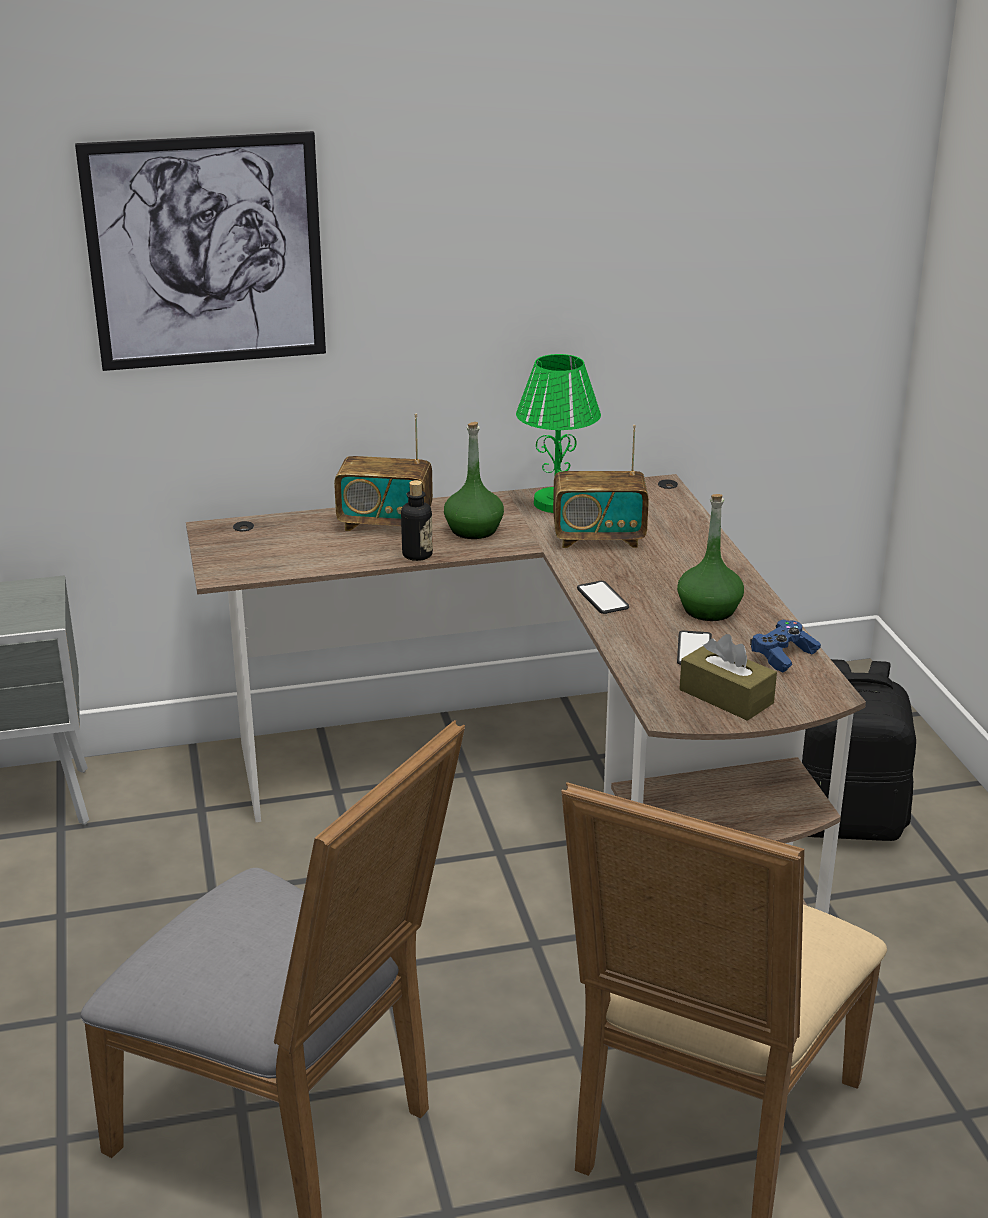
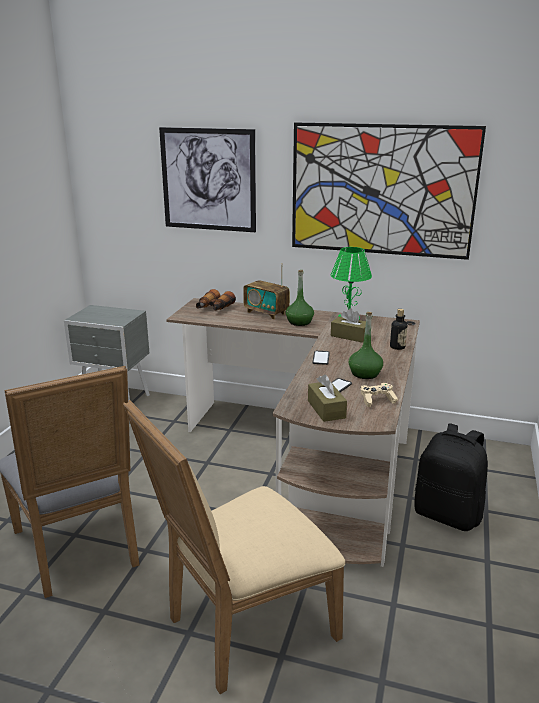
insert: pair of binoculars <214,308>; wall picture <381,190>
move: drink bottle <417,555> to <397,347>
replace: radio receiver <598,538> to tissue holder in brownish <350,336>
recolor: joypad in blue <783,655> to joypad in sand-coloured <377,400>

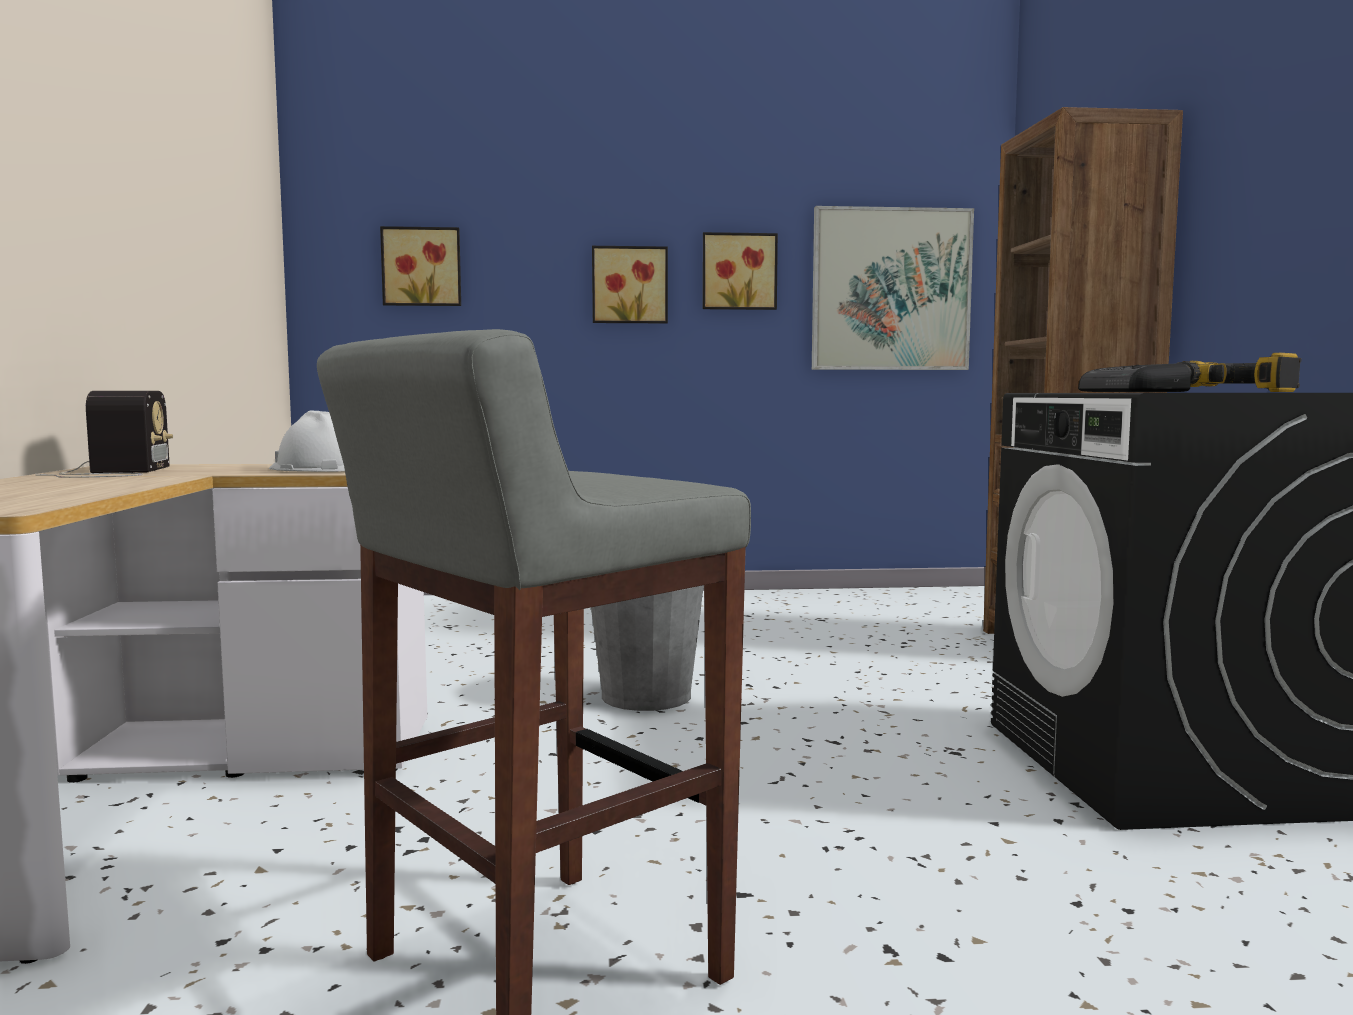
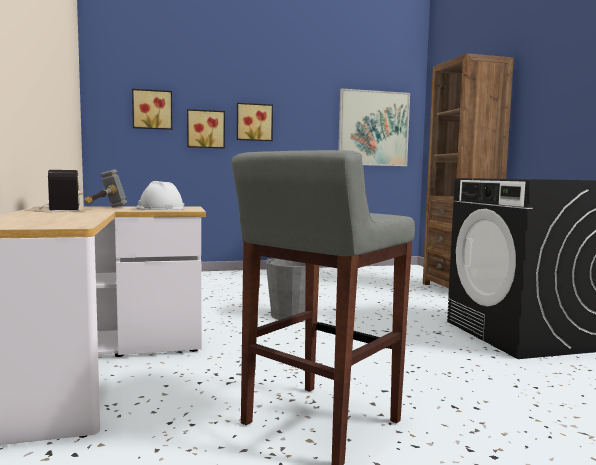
delete: radio receiver <1133,392>; electric drill <1229,392>
insert: hammer <105,209>
move: wall picture <739,272> to <205,129>

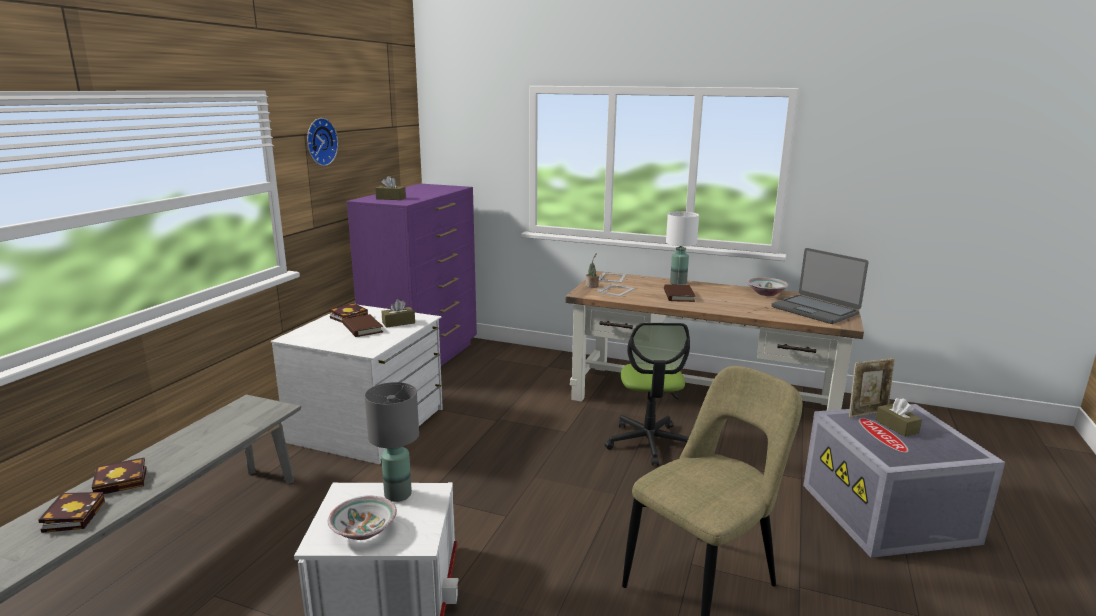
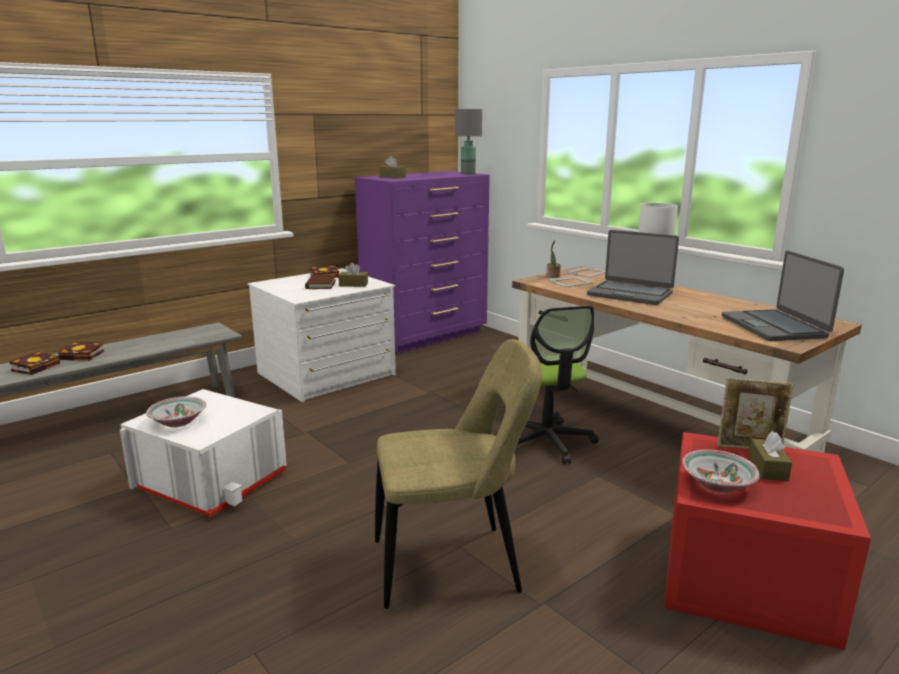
delete: hanging clock <319,141>
move: lamp for a table in grey <397,494> to <468,173>; serving bowl <766,293> to <717,485>
replace: volume in brownish <678,295> to portable computer <630,294>
recolor: storage box in grey <890,514> to storage box in reddish <749,579>
rotate: office chair <649,443> = <547,442> 45 degrees counterclockwise

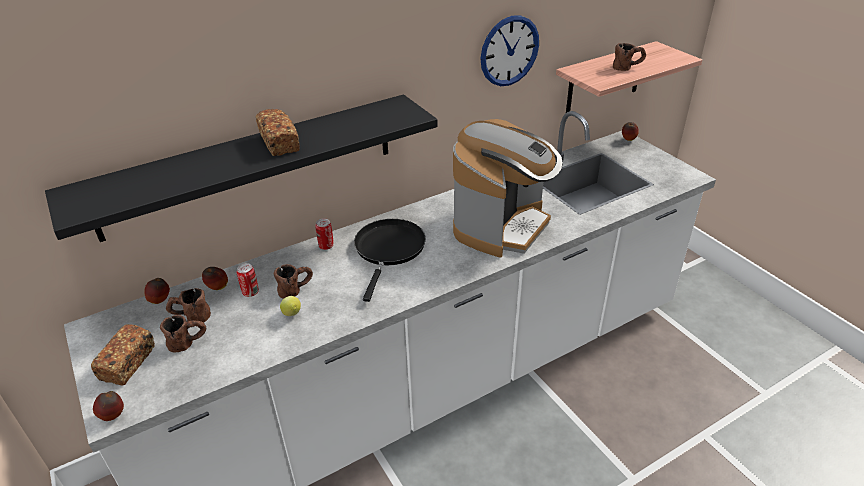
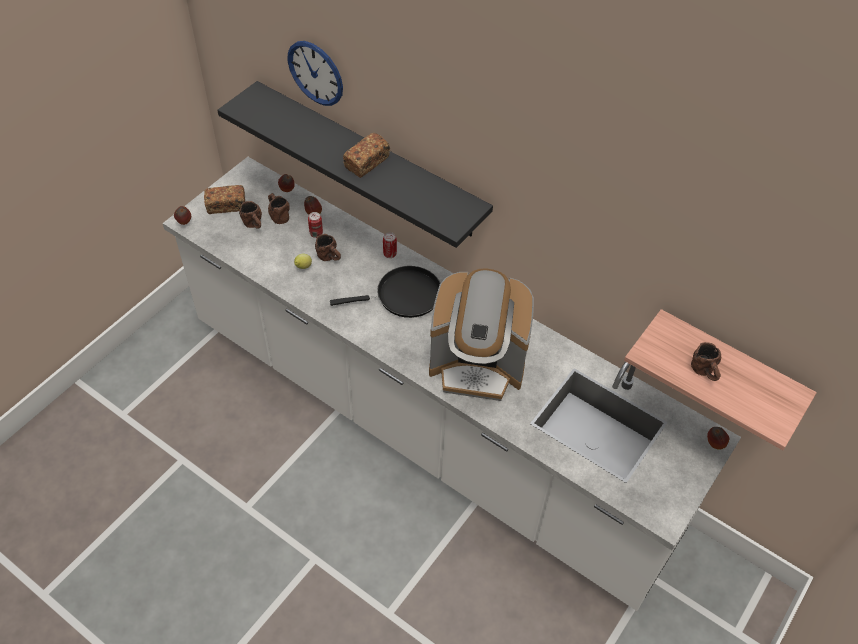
move: hanging clock <509,51> to <315,73>

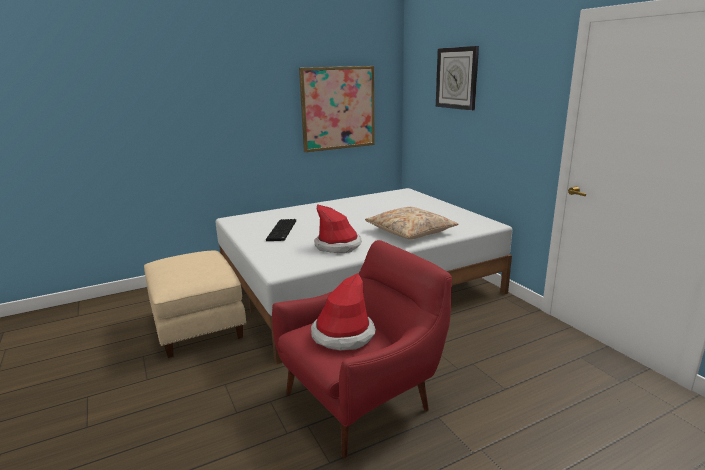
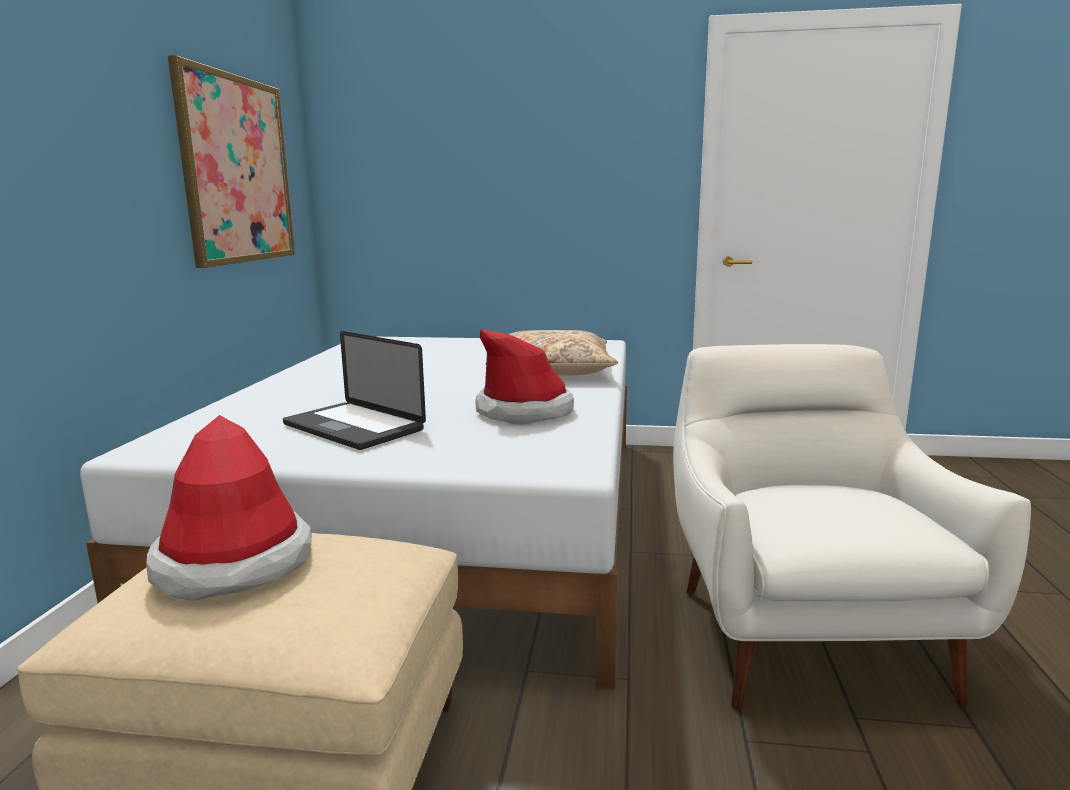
delete: hanging clock <457,78>
move: clothing hat <343,335> to <234,563>
replace: keyboard <282,231> to portable computer <353,427>
recolor: lounge chair in reddish <362,398> to lounge chair in white-coloured <803,633>

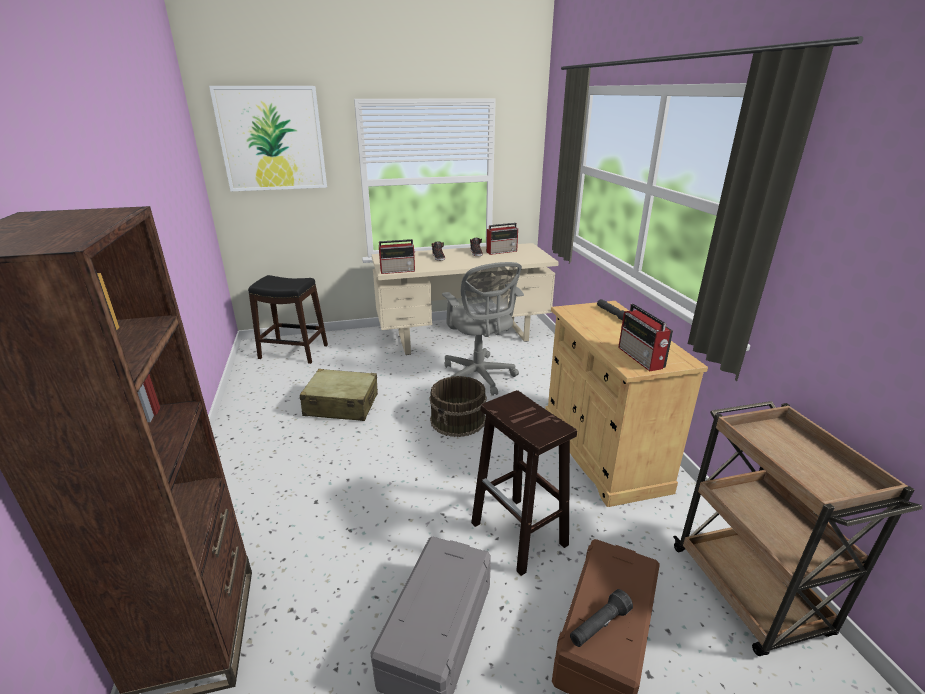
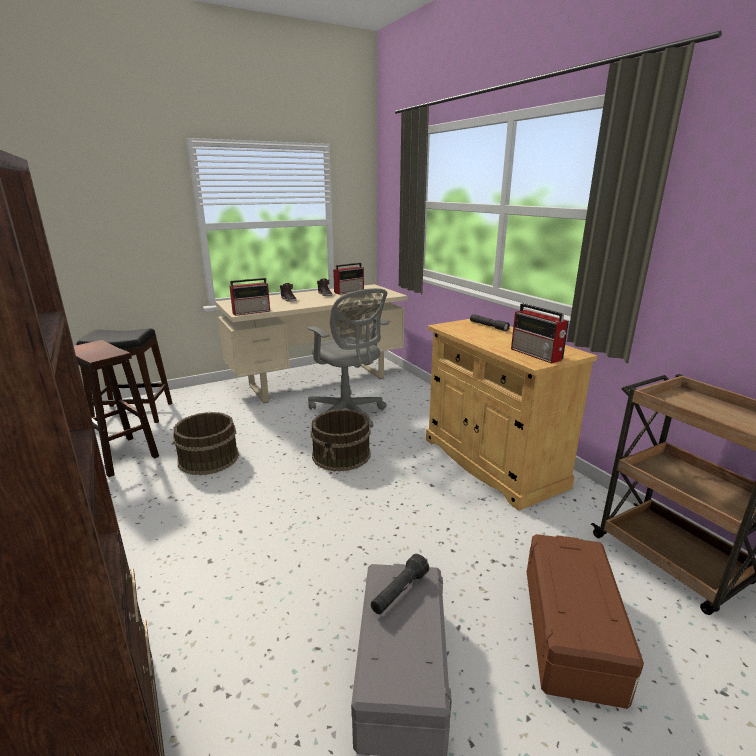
delete: wall picture <272,139>
move: stool seat in brownish <520,534> to <121,456>; flashlight in black <599,626> to <399,592>
replace: piece of luggage in sand-coloured <341,405> to bucket in brownish <208,458>

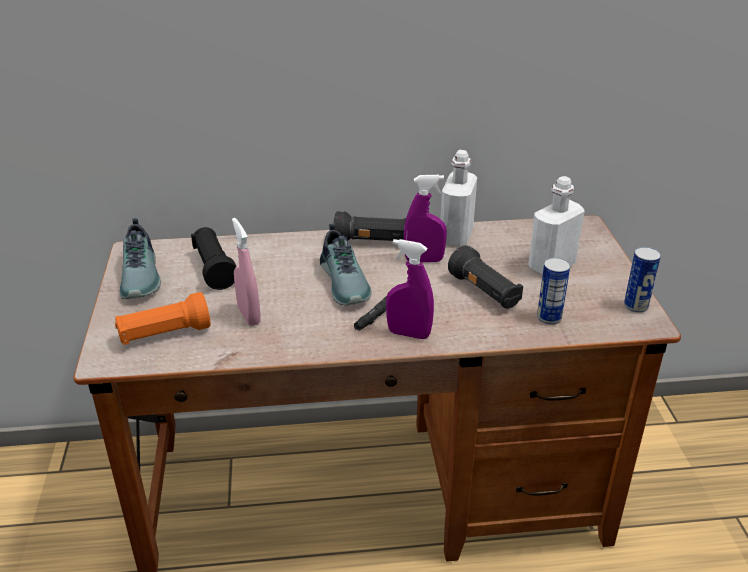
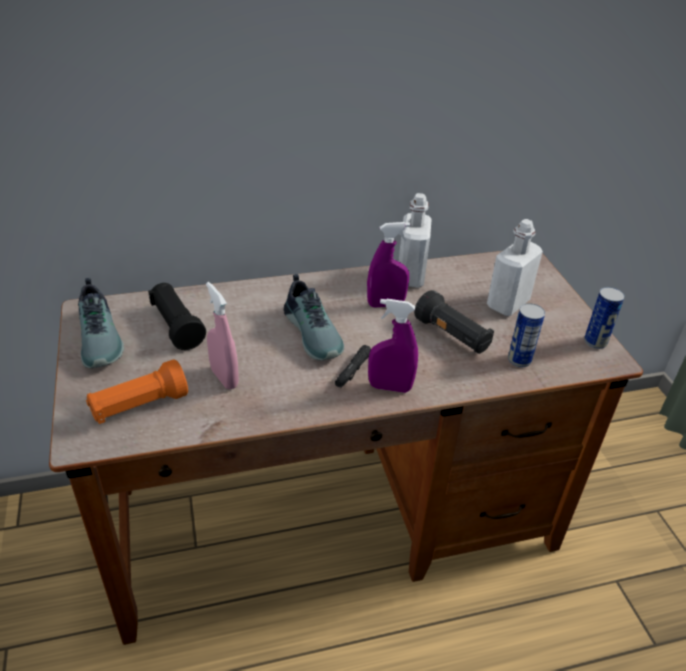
delete: flashlight in black <372,242>

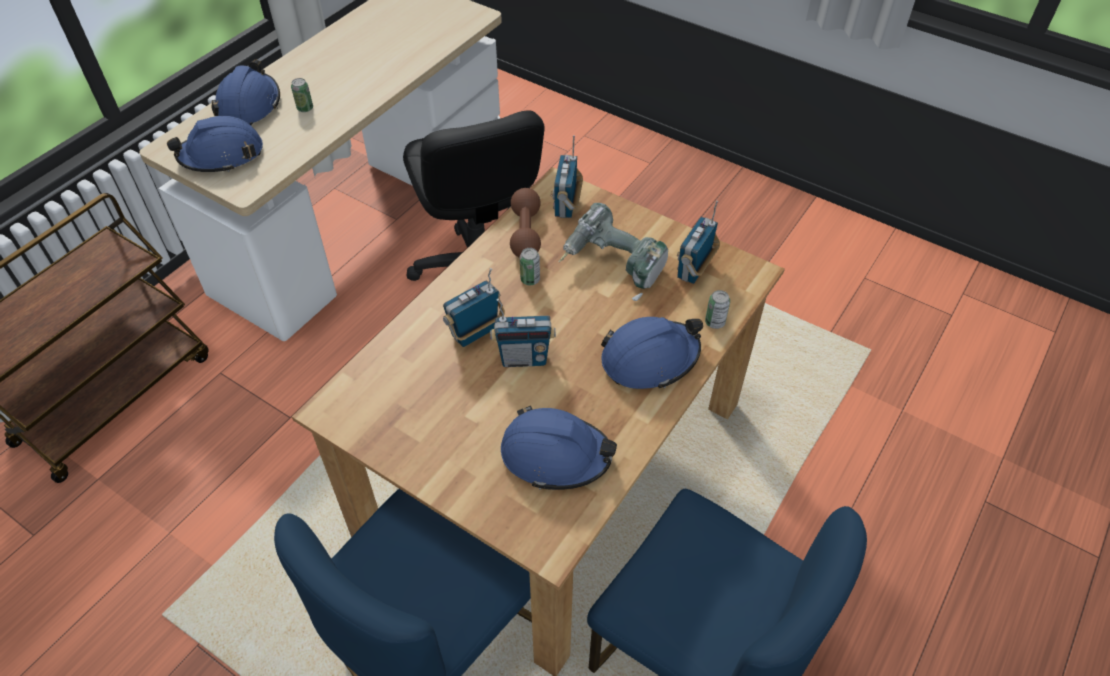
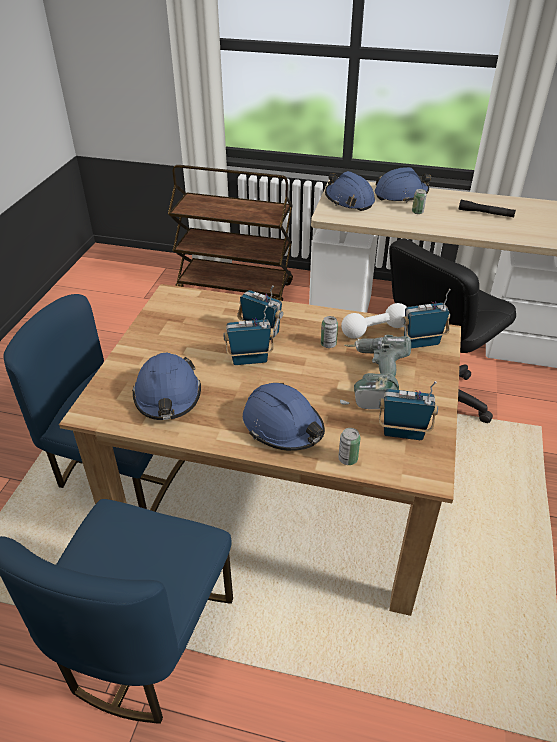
insert: flashlight in black <485,213>
recolor: hand weight in brownish <525,233> to hand weight in white-coloured <374,330>
rotate: radio receiver <524,358> = <249,360> 105 degrees clockwise

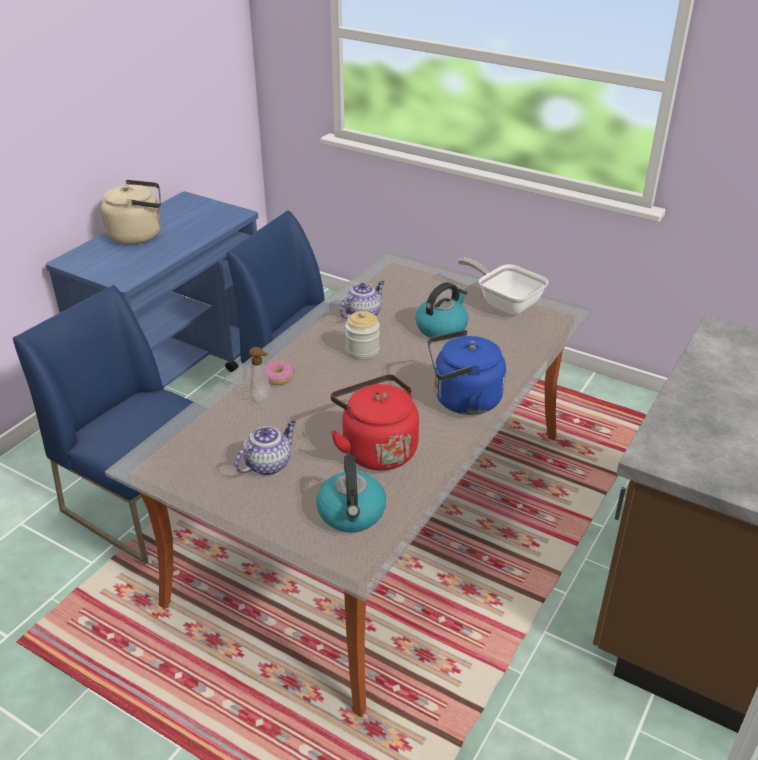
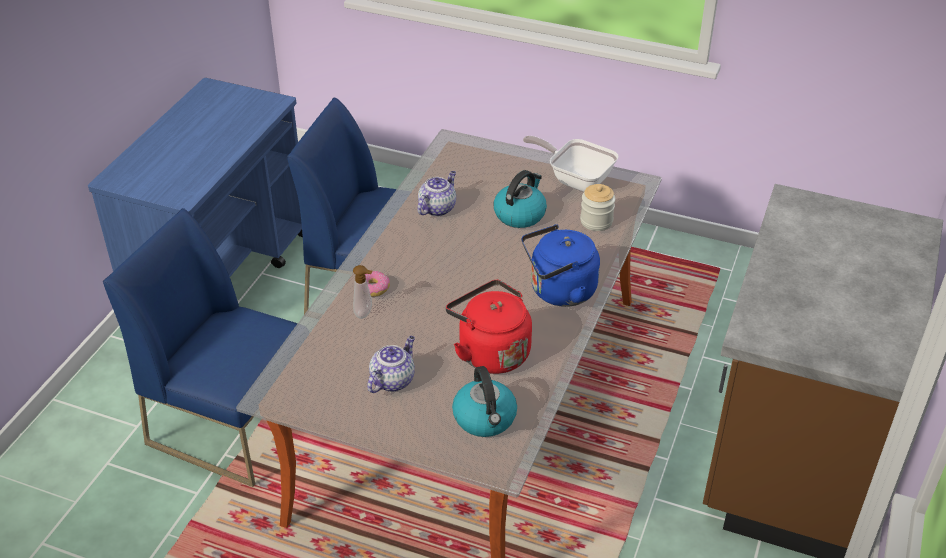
delete: water kettle in sand-coloured <139,235>
move: jar <362,350> to <596,221>

